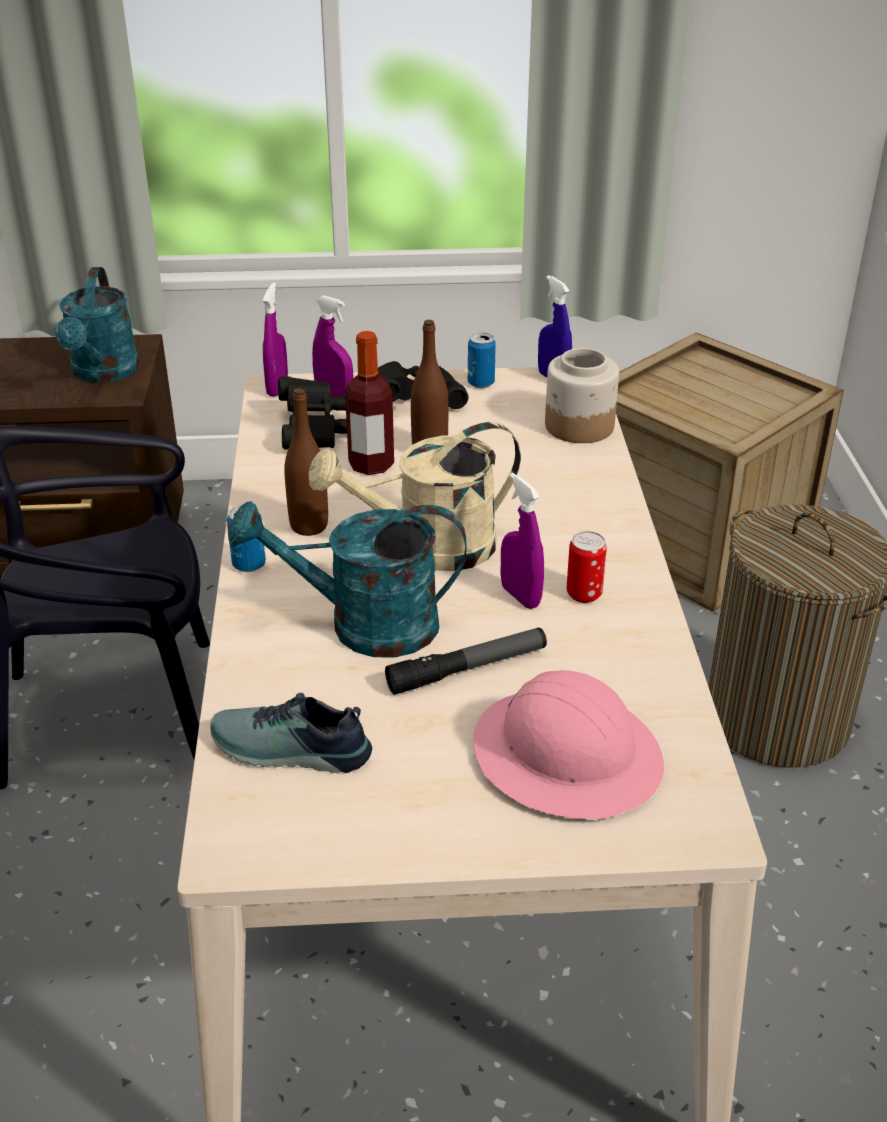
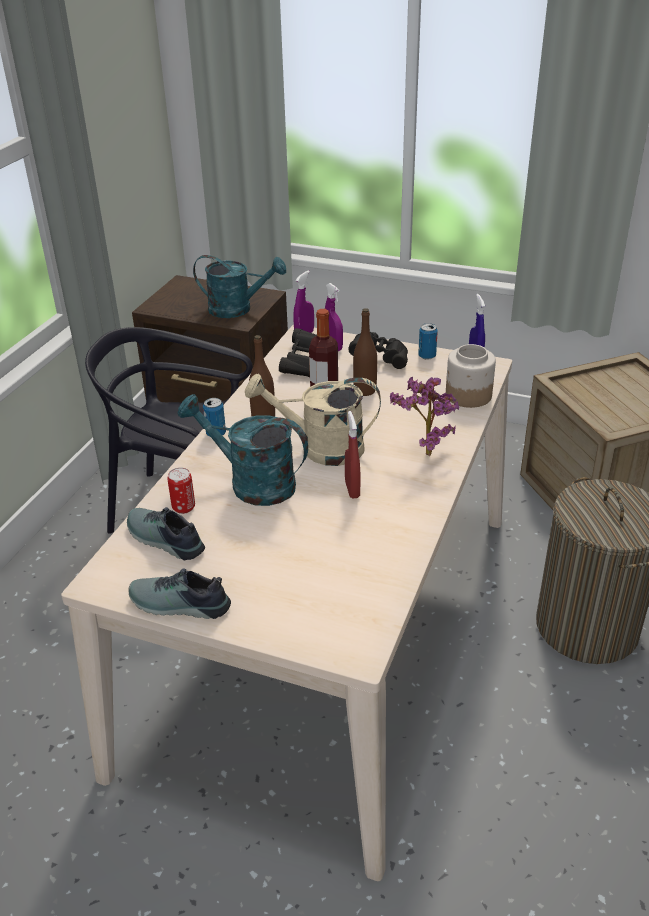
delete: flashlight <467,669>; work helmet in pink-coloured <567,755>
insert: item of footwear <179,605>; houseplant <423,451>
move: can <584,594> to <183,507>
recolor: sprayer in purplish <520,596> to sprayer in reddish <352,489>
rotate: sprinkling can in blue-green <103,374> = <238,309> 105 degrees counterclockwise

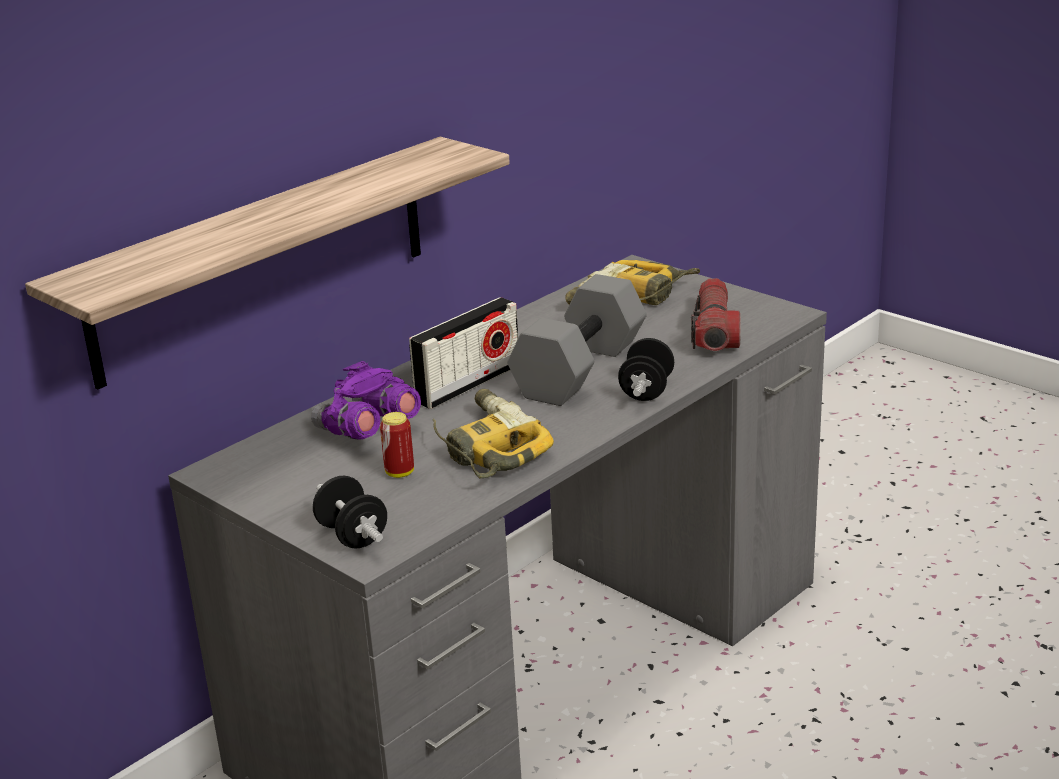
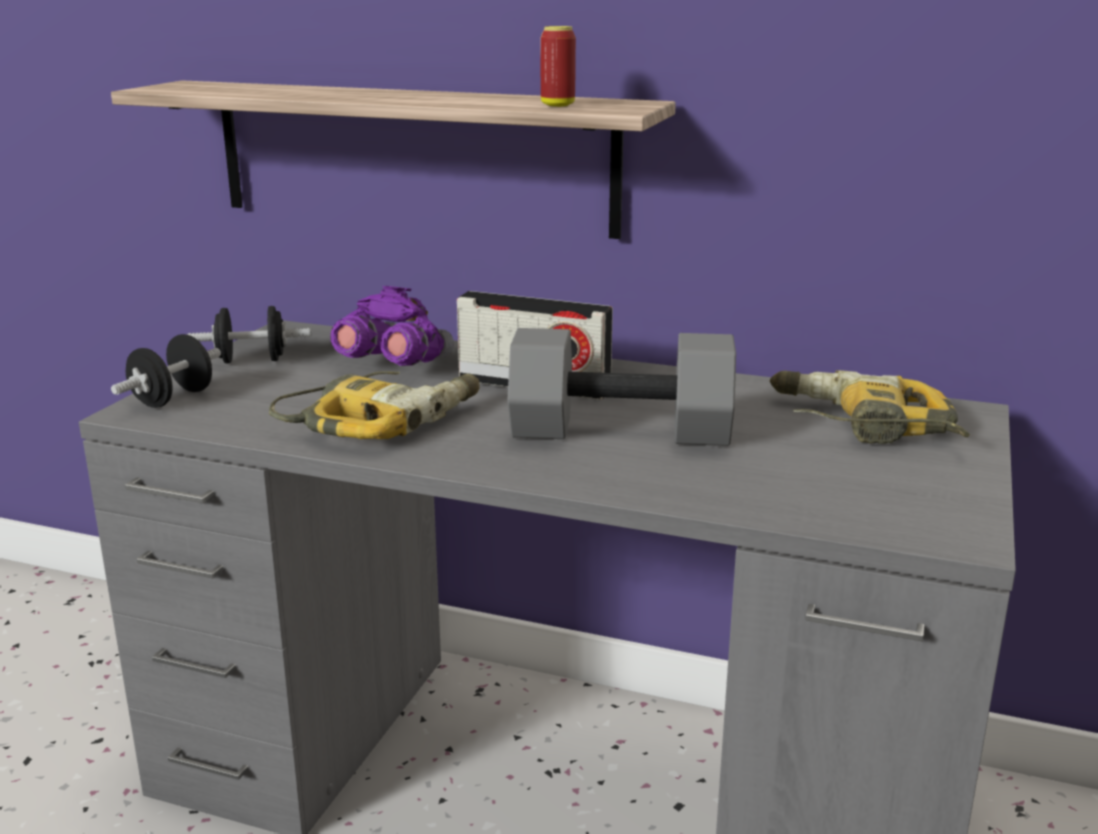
delete: flashlight <714,330>
move: can <399,473> to <557,105>; hand weight in black <646,391> to <252,360>

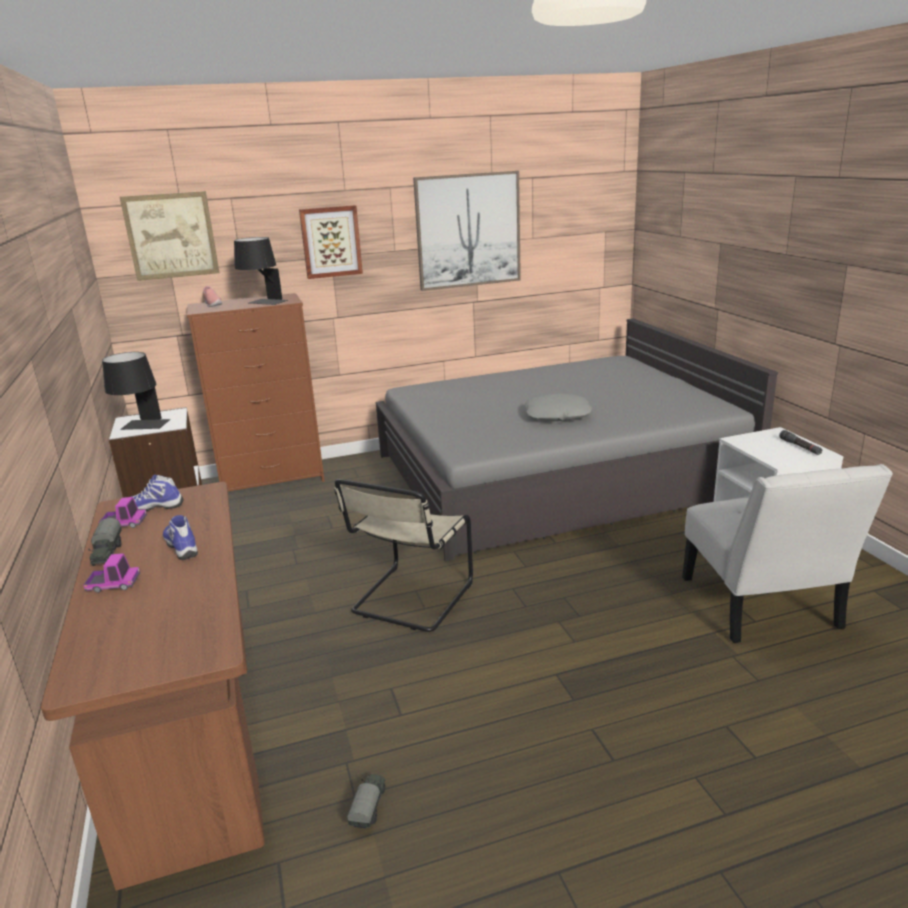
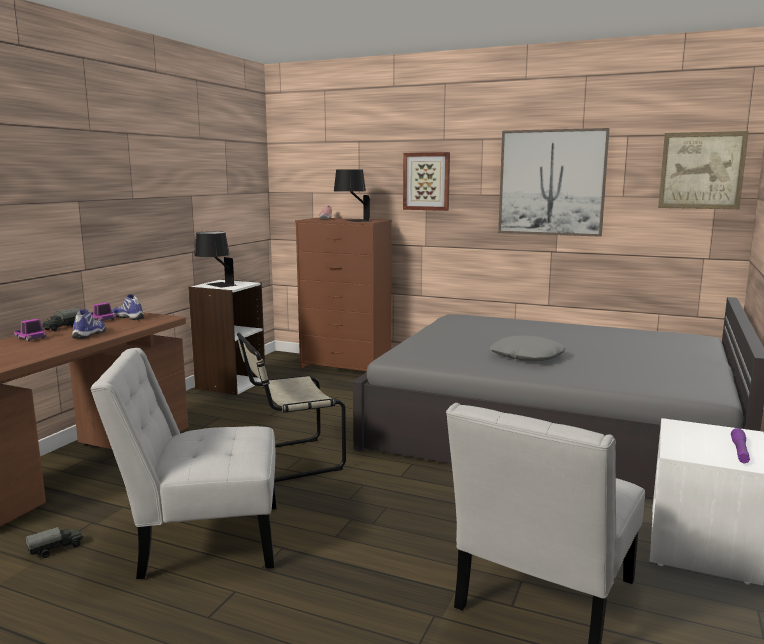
insert: plain chair in white-coloured <202,540>
move: wall picture <171,236> to <701,170>
recolor: flashlight in black <800,447> to flashlight in purplish <740,451>

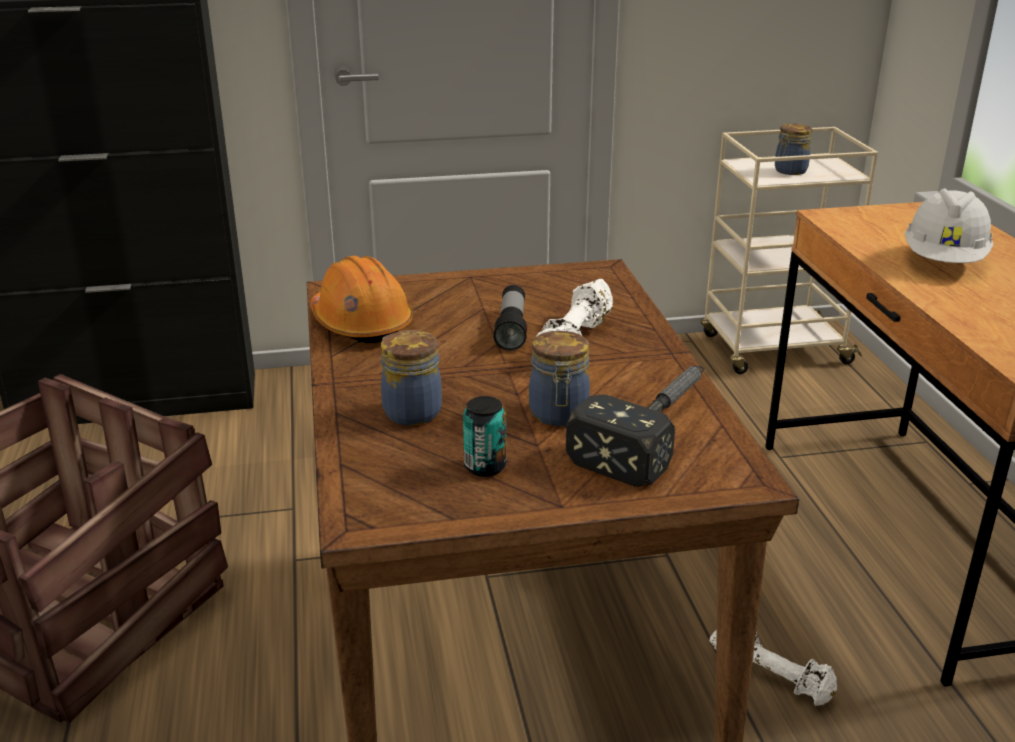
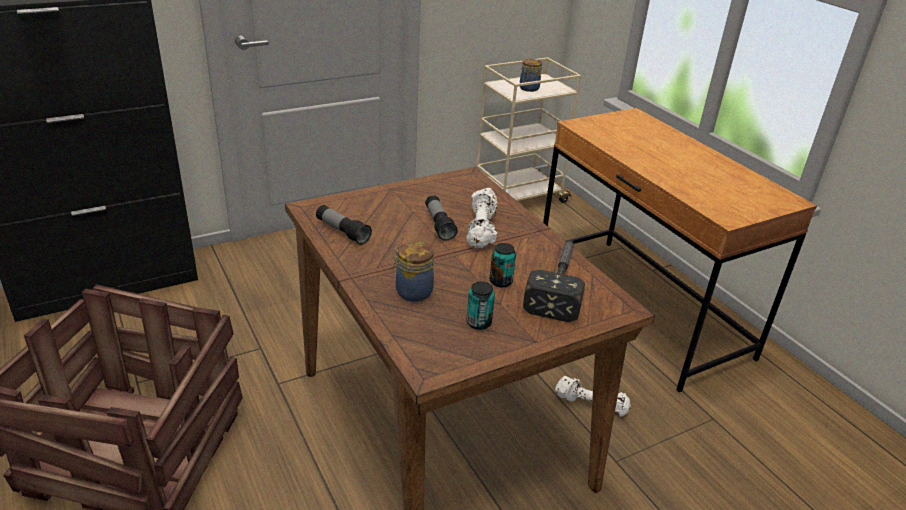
delete: work helmet in white-coloured <944,261>
replace: work helmet in orange-coloured <361,323> to flashlight <342,232>; jar <558,415> to can <500,281>

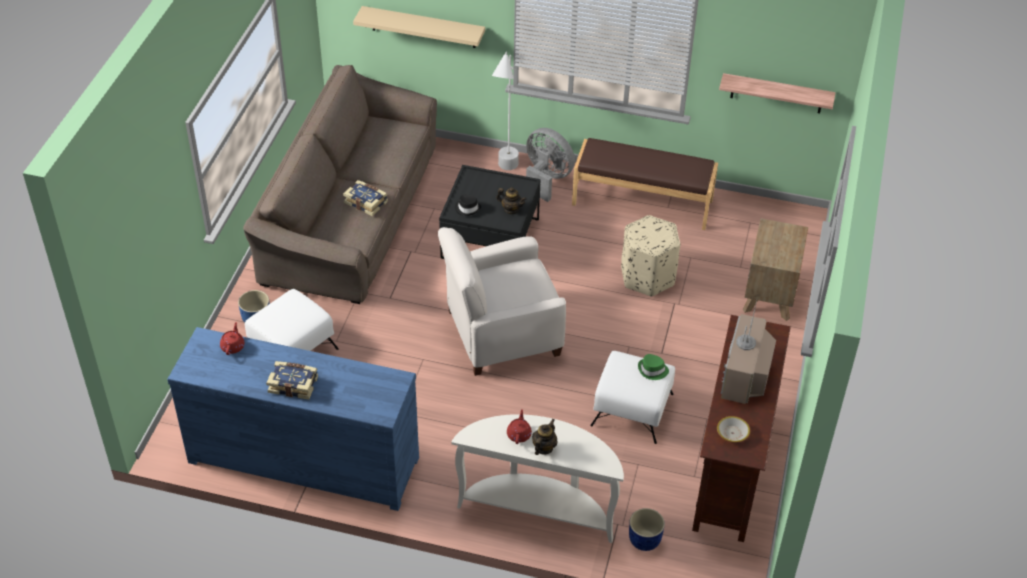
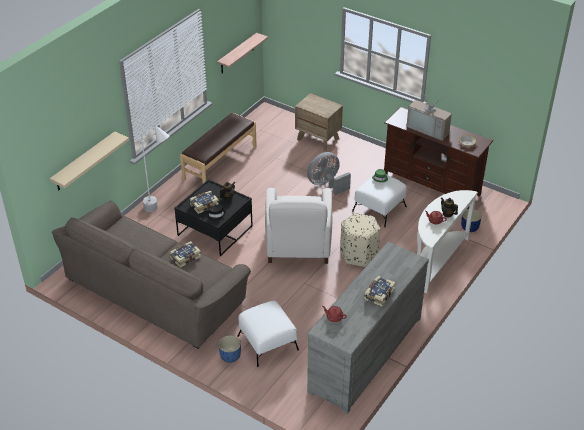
insert: volume <204,205>
move: fan in grey <546,179> to <326,185>; pouffe in sand-coloured <648,277> to <359,254>
recolor: drawer chest in blue <303,458> to drawer chest in grey <364,354>

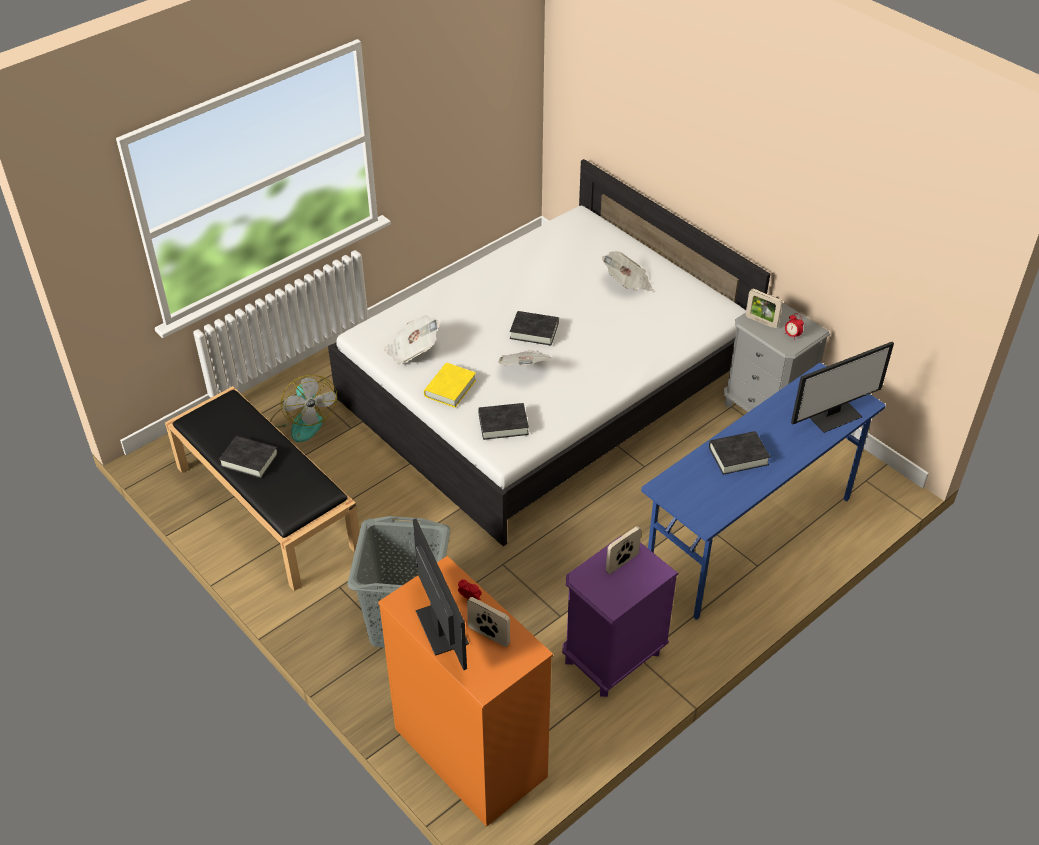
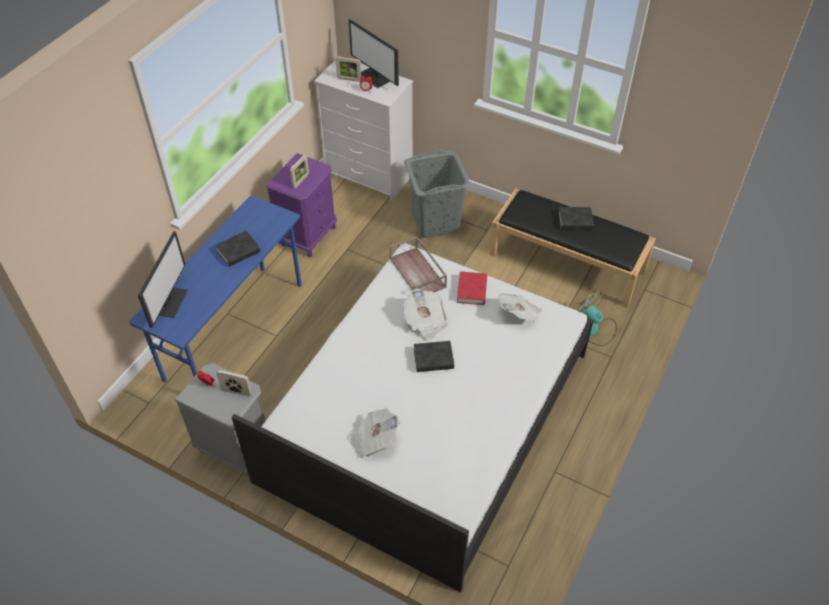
replace: volume in black <503,424> to serving tray in brownish <418,273>
recolor: drawer chest in orange-coloured <469,751> to drawer chest in white-coloured <369,175>; volume in yellow <450,388> to volume in reddish <472,290>
rotate: monitor <834,415> = <170,301> 150 degrees clockwise

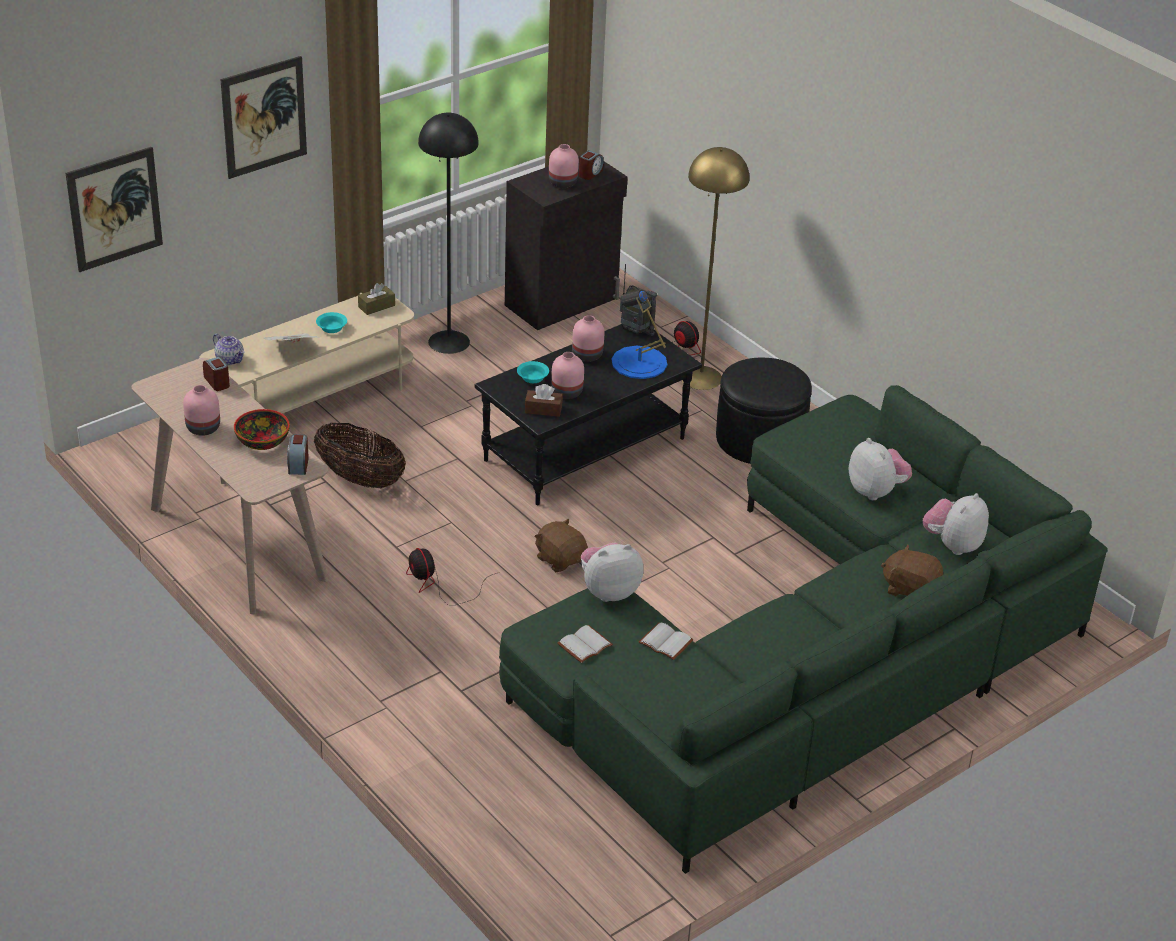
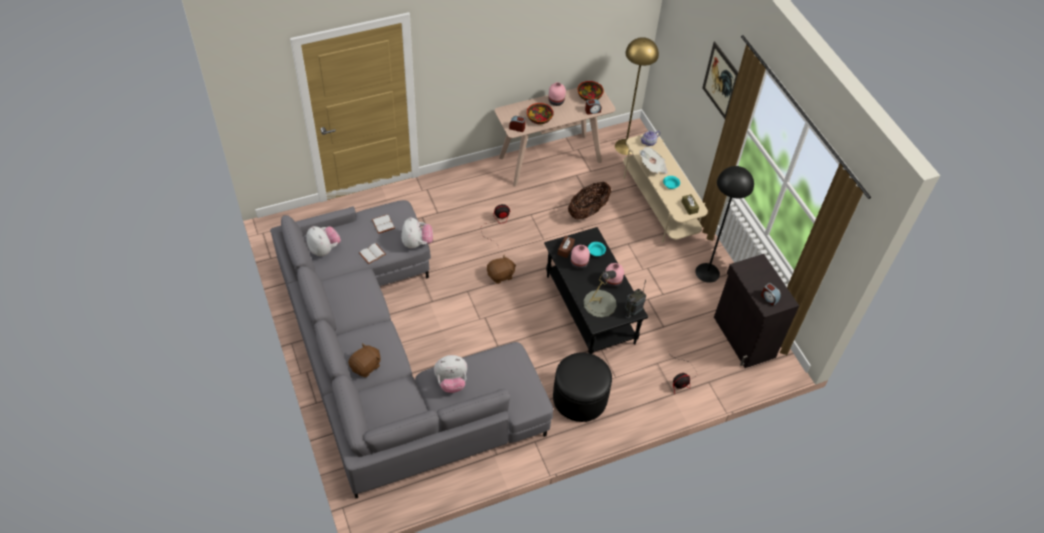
delete: wall picture <115,209>; vase in pink-coloured <562,183>
insert: serving bowl <589,97>
move: standing lamp in yellow <701,377> to <625,147>; cuddly toy <952,545> to <324,249>
recolor: settee in green <813,658> to settee in grey <389,359>; lamp for a table in blue <639,362> to lamp for a table in grey <599,303>

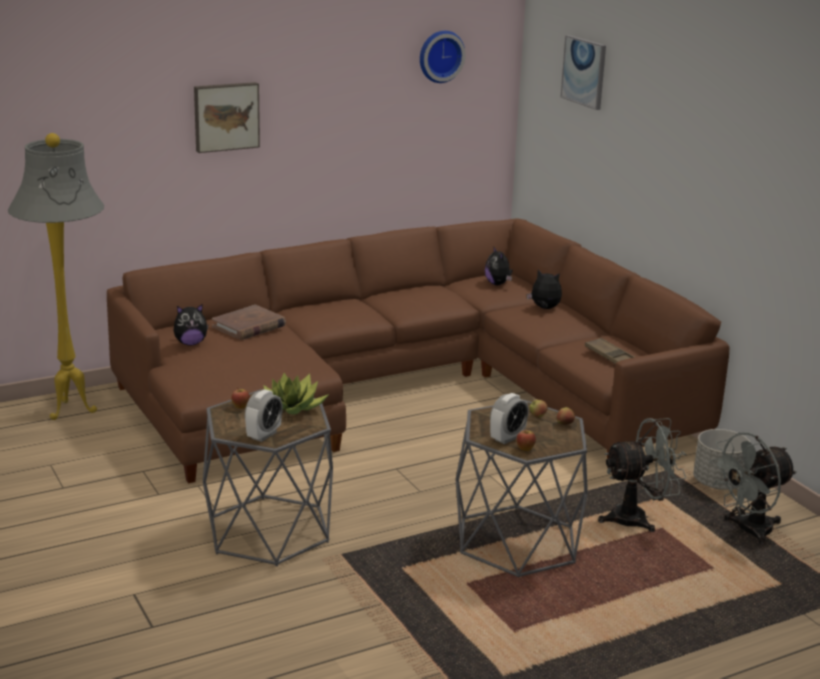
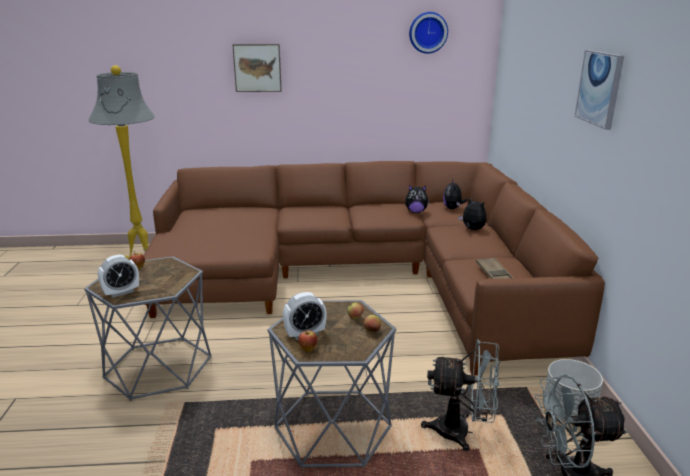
delete: volume in brownish <249,326>; houseplant <292,407>
move: cuddly toy <190,343> to <416,211>; wall picture <584,72> to <599,88>

